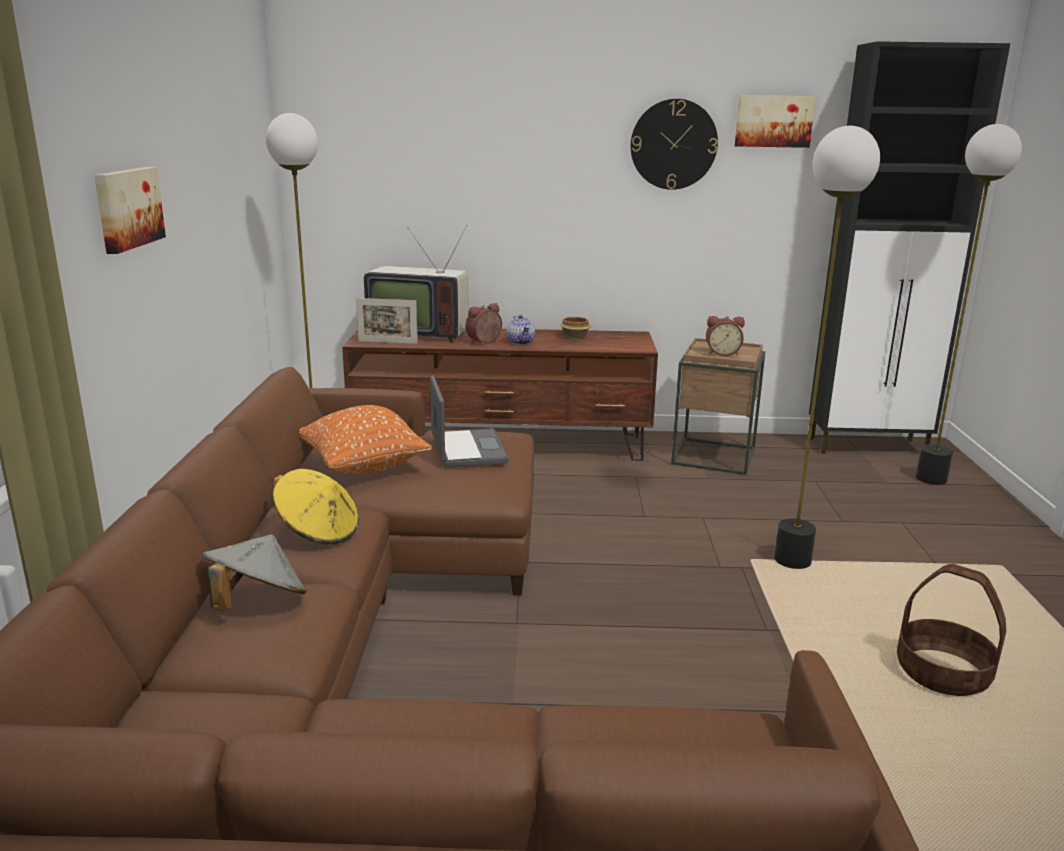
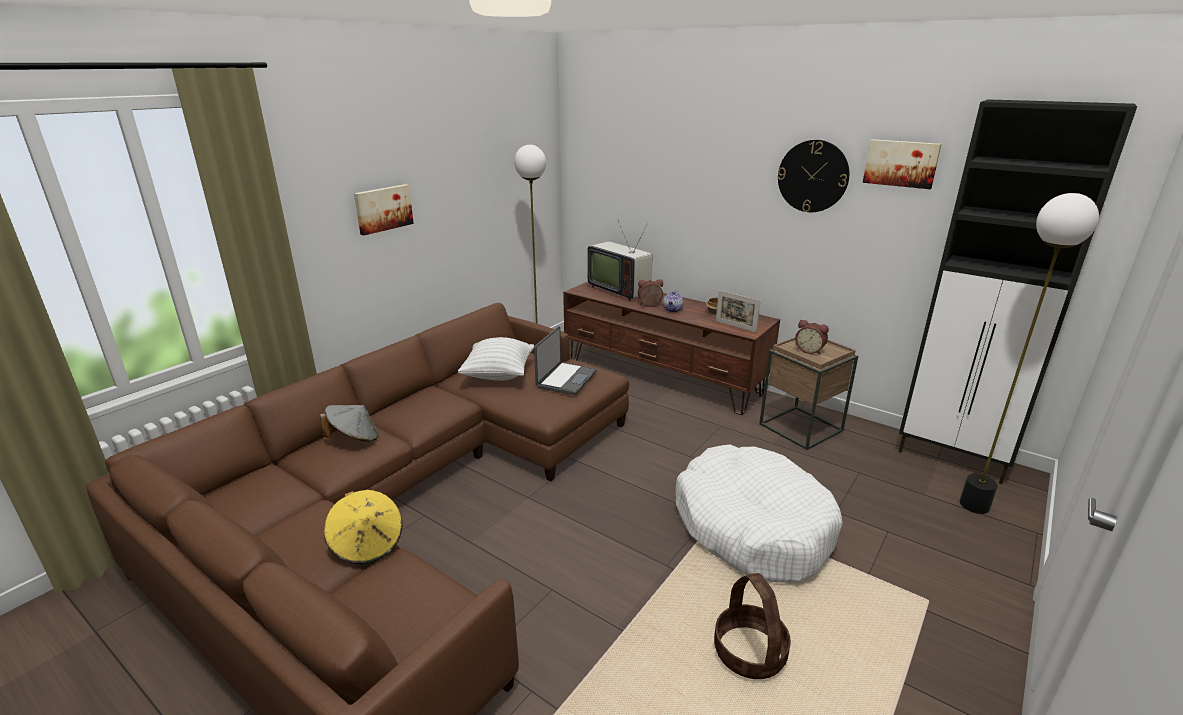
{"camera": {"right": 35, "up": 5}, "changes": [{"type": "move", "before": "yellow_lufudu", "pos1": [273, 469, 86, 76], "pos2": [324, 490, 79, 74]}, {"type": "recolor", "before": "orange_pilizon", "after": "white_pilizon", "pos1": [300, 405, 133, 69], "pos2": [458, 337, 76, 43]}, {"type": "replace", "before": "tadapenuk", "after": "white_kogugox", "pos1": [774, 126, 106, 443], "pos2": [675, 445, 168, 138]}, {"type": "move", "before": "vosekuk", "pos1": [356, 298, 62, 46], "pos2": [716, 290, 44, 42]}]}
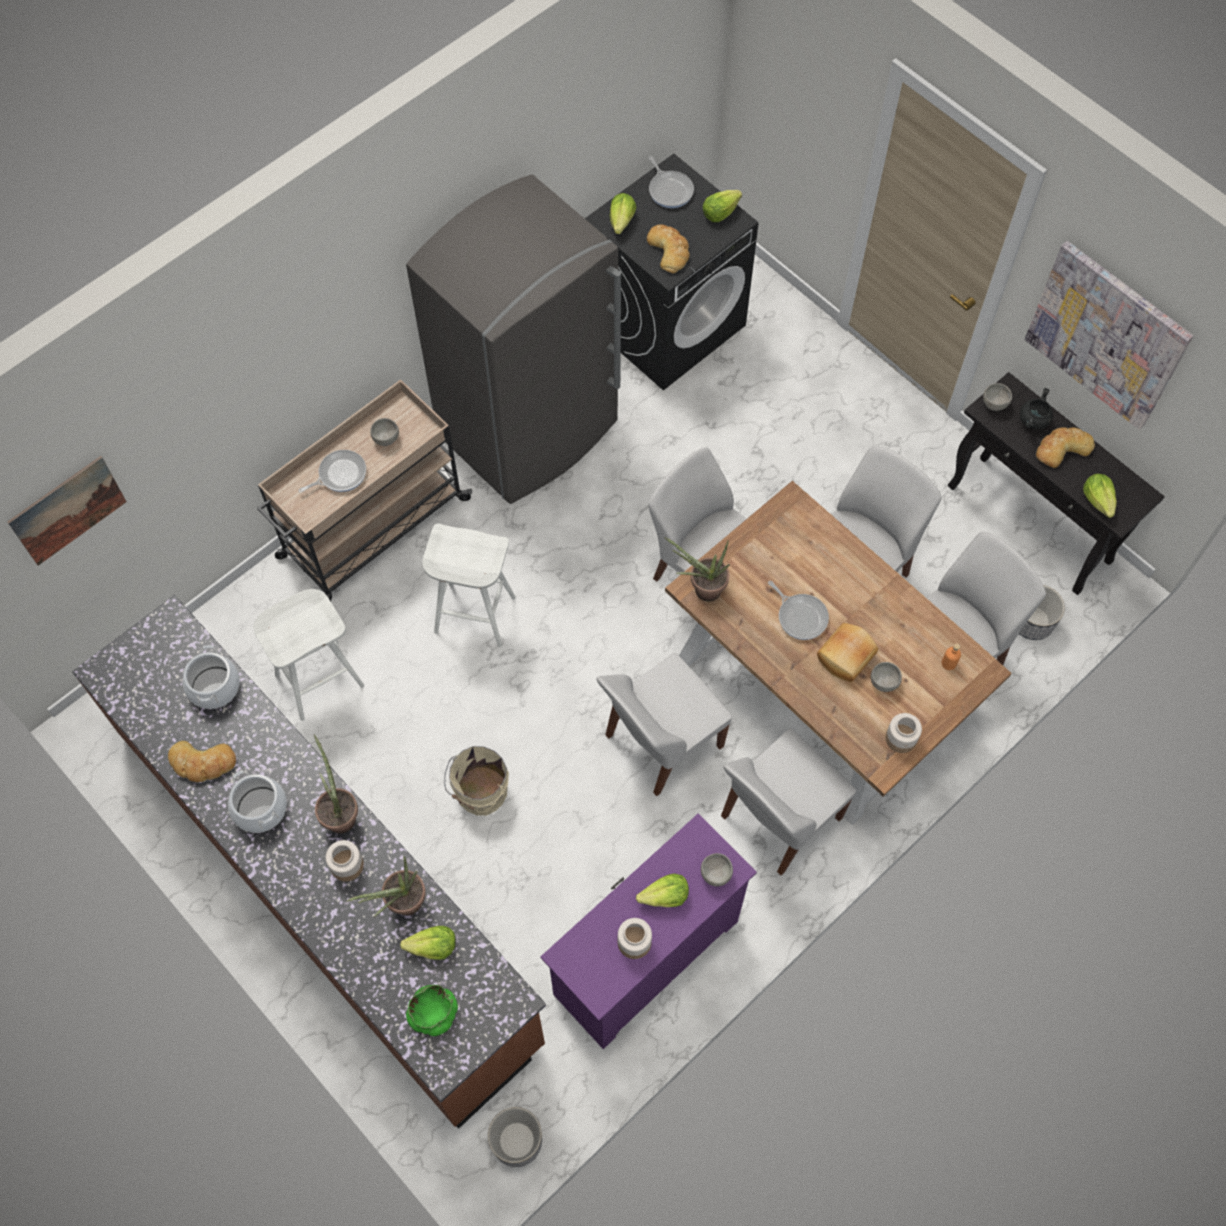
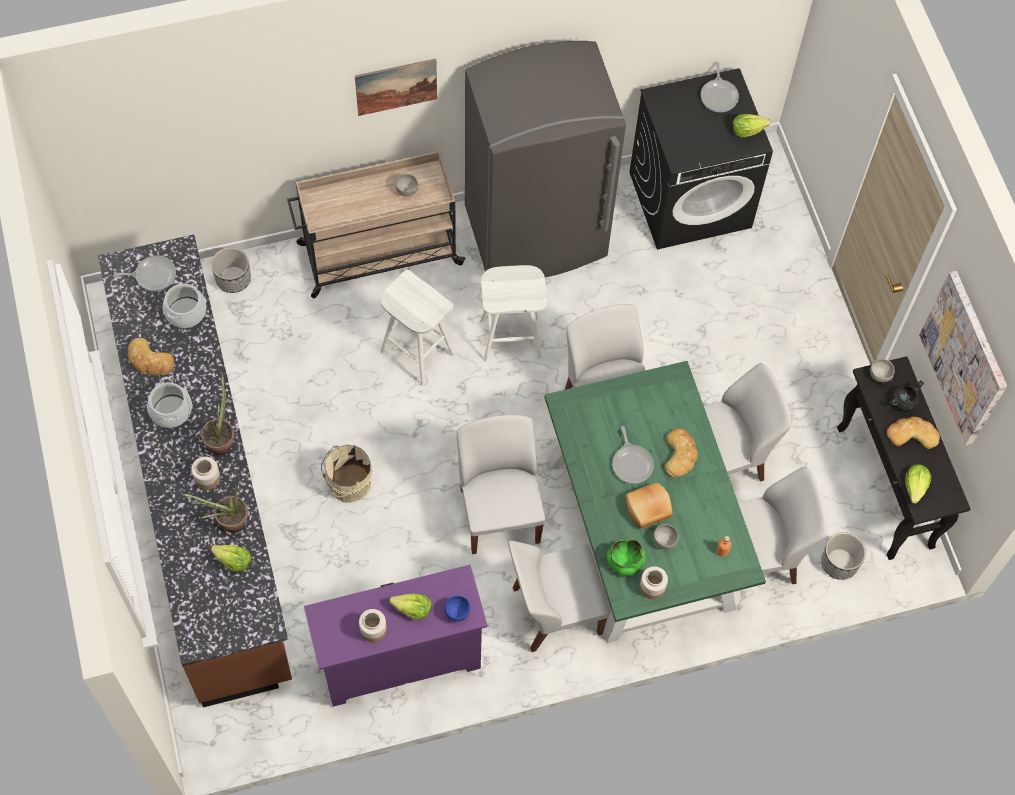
{"camera": {"right": 25, "up": 0}, "changes": [{"type": "move", "before": "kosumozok", "pos1": [299, 450, 67, 42], "pos2": [114, 255, 62, 37]}, {"type": "move", "before": "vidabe", "pos1": [488, 1107, 54, 60], "pos2": [211, 247, 40, 46]}, {"type": "move", "before": "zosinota", "pos1": [8, 456, 119, 109], "pos2": [355, 59, 82, 57]}, {"type": "recolor", "before": "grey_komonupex", "after": "blue_komonupex", "pos1": [701, 853, 32, 33], "pos2": [445, 596, 25, 26]}, {"type": "rotate", "before": "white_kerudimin", "pos1": [596, 653, 136, 143], "pos2": [456, 415, 89, 139], "turn": 90}, {"type": "move", "before": "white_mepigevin", "pos1": [254, 589, 110, 132], "pos2": [480, 265, 67, 97]}, {"type": "recolor", "before": "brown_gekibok", "after": "green_gekibok", "pos1": [665, 481, 347, 344], "pos2": [545, 361, 221, 282]}, {"type": "move", "before": "green_komonupex", "pos1": [406, 985, 52, 51], "pos2": [606, 539, 40, 37]}, {"type": "move", "before": "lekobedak", "pos1": [647, 224, 43, 49], "pos2": [664, 428, 34, 49]}, {"type": "delete", "before": "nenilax", "pos1": [610, 193, 26, 41]}, {"type": "delete", "before": "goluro", "pos1": [665, 538, 65, 64]}]}
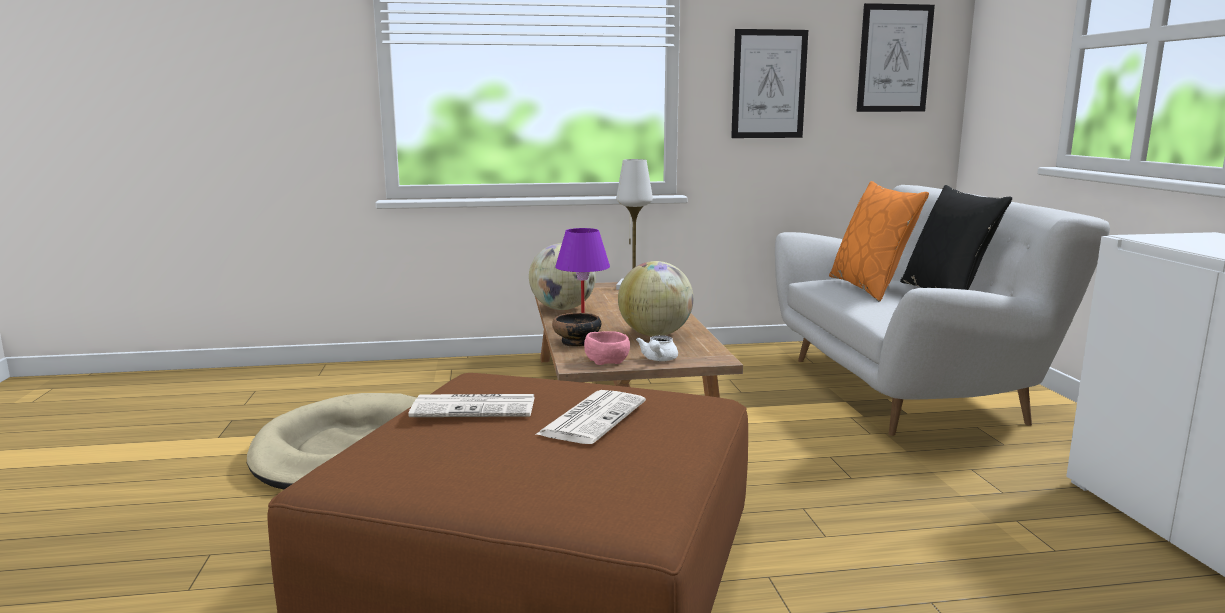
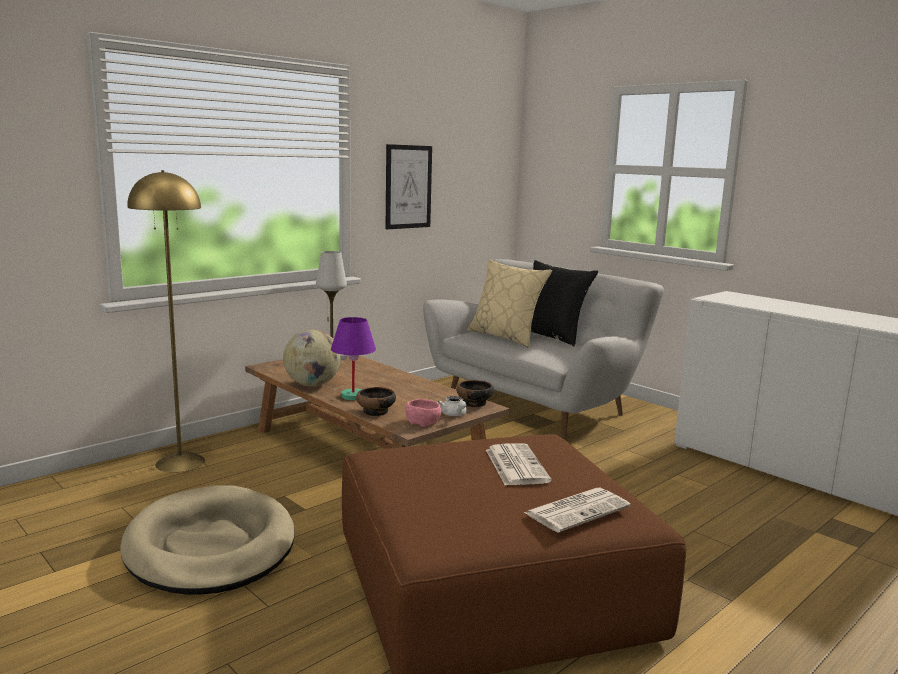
{"camera": {"right": -35, "up": 0}, "changes": [{"type": "insert", "after": "yellow_tadapenuk", "pos2": [127, 170, 78, 302]}, {"type": "insert", "after": "komonupex", "pos2": [456, 380, 38, 27]}, {"type": "recolor", "before": "orange_pilizon", "after": "beige_pilizon", "pos1": [829, 181, 100, 121], "pos2": [467, 259, 85, 88]}, {"type": "move", "before": "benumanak", "pos1": [408, 394, 127, 23], "pos2": [524, 488, 107, 45]}, {"type": "delete", "before": "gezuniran", "pos1": [618, 261, 76, 75]}, {"type": "delete", "before": "zosinota", "pos1": [857, 3, 78, 109]}]}
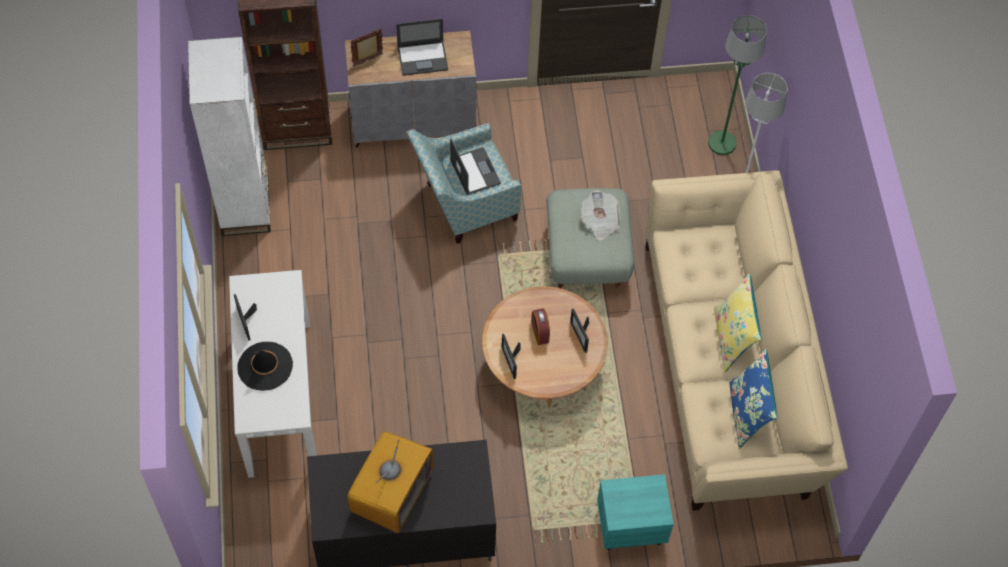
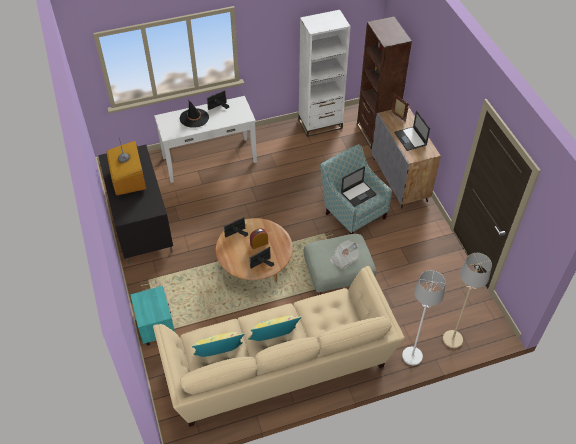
{"camera": {"right": 80, "up": -10}, "changes": [{"type": "rotate", "before": "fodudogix", "pos1": [347, 432, 87, 101], "pos2": [106, 137, 40, 58], "turn": -120}, {"type": "recolor", "before": "blue_pilizon", "after": "yellow_pilizon", "pos1": [729, 349, 49, 100], "pos2": [192, 332, 52, 25]}, {"type": "recolor", "before": "green_tadapenuk", "after": "beige_tadapenuk", "pos1": [708, 15, 59, 140], "pos2": [443, 253, 49, 95]}]}
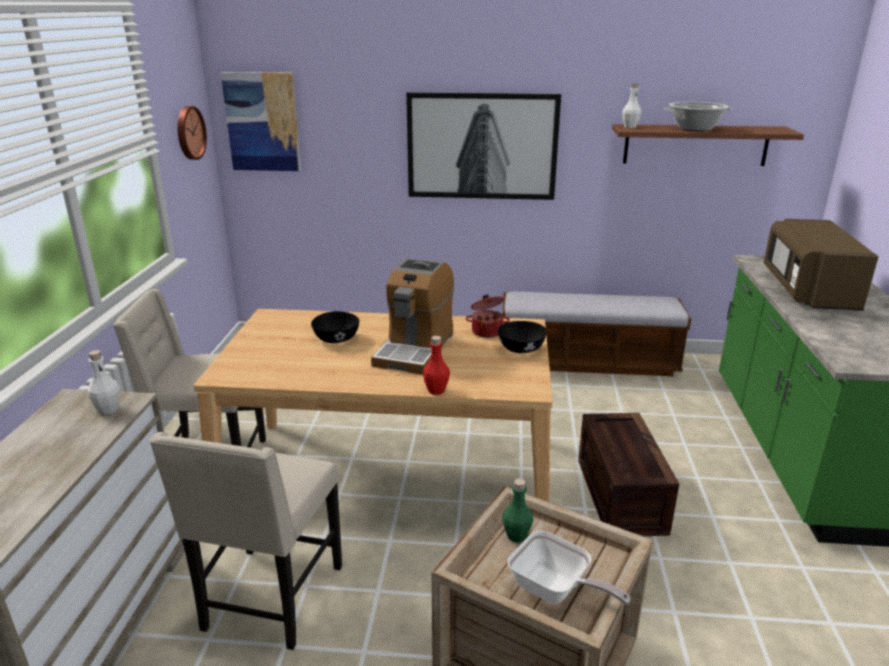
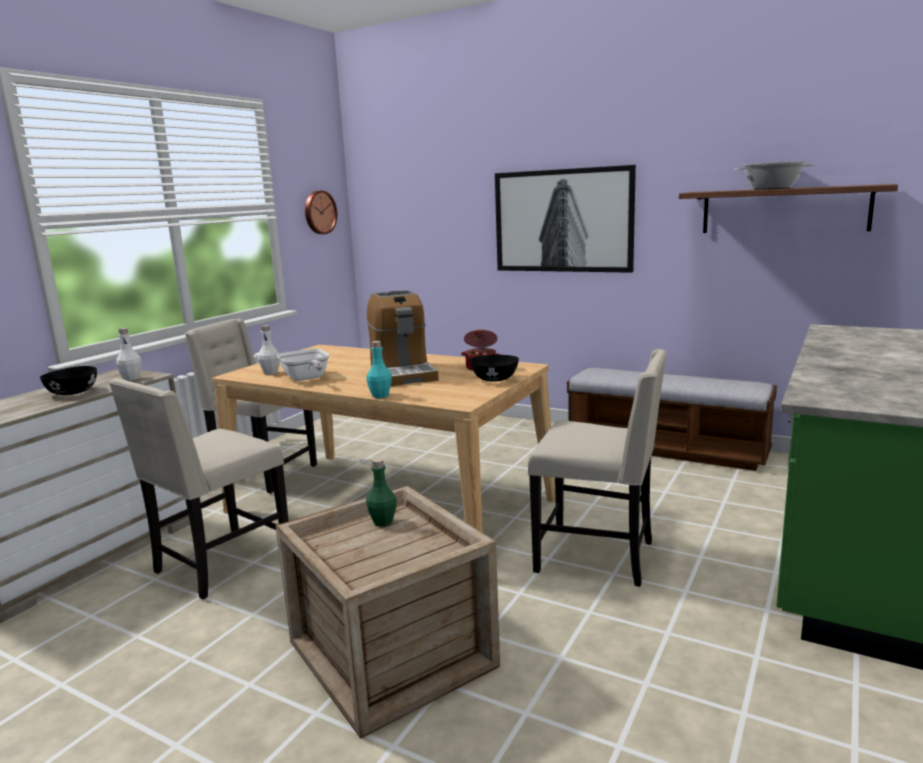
{"camera": {"right": 25, "up": -10}, "changes": [{"type": "move", "before": "black_komonupex", "pos1": [311, 311, 48, 32], "pos2": [40, 366, 57, 29]}, {"type": "move", "before": "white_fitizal", "pos1": [622, 83, 20, 45], "pos2": [258, 325, 22, 50]}, {"type": "move", "before": "kosumozok", "pos1": [508, 531, 123, 74], "pos2": [277, 349, 53, 32]}, {"type": "recolor", "before": "red_fitizal", "after": "turquoise_fitizal", "pos1": [423, 336, 27, 59], "pos2": [366, 341, 26, 57]}, {"type": "rotate", "before": "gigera", "pos1": [371, 258, 83, 117], "pos2": [367, 290, 72, 96], "turn": -60}, {"type": "replace", "before": "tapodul", "after": "beige_kerudimin", "pos1": [578, 413, 101, 123], "pos2": [528, 349, 139, 238]}, {"type": "delete", "before": "zosinota", "pos1": [221, 72, 80, 99]}, {"type": "delete", "before": "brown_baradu", "pos1": [764, 219, 115, 92]}]}
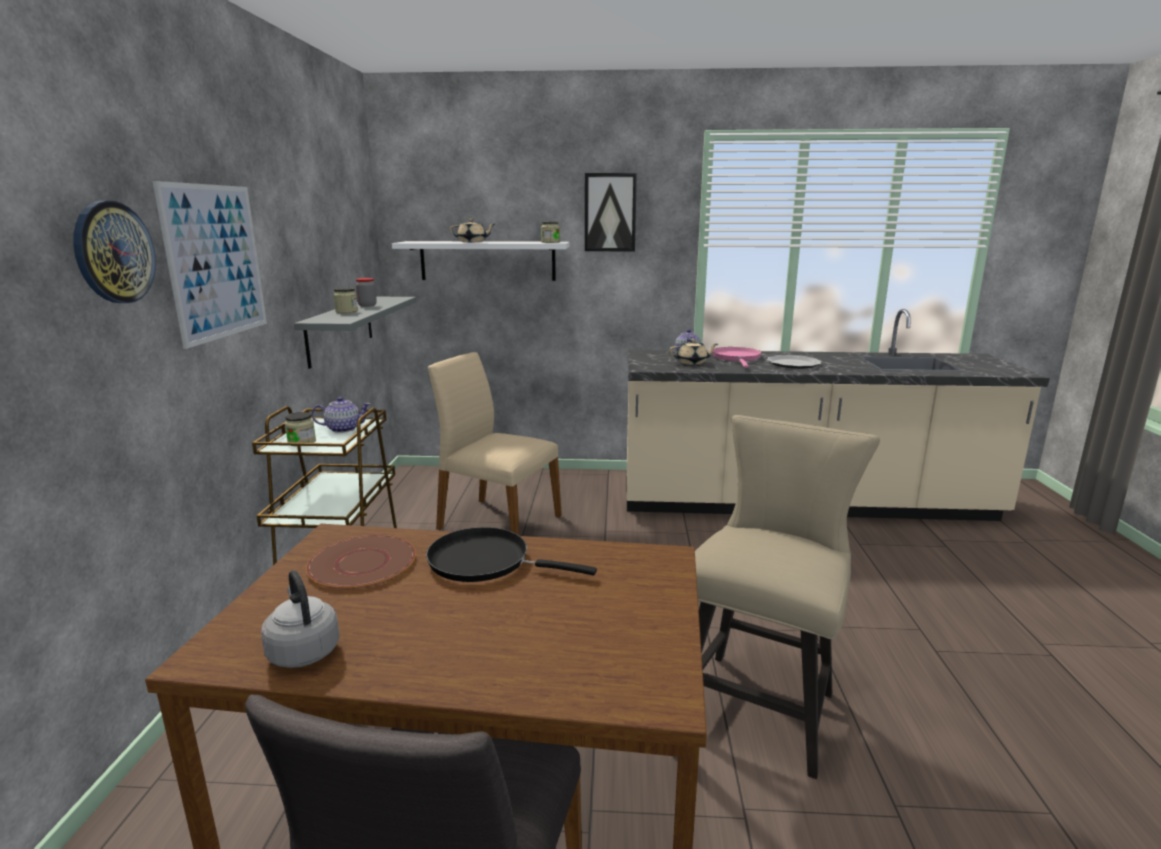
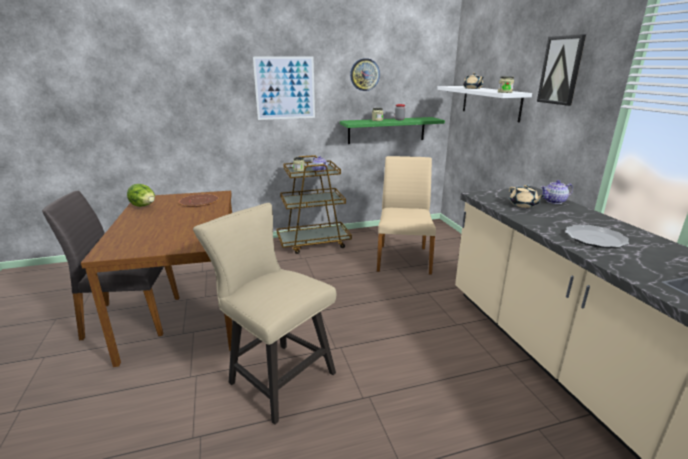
{"camera": {"right": 70, "up": 5}, "changes": [{"type": "replace", "before": "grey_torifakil", "after": "nenilax", "pos1": [261, 570, 79, 98], "pos2": [127, 184, 28, 23]}, {"type": "rotate", "before": "beige_kerudimin", "pos1": [695, 415, 185, 364], "pos2": [193, 203, 143, 222], "turn": -150}, {"type": "recolor", "before": "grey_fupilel", "after": "green_fupilel", "pos1": [294, 297, 122, 72], "pos2": [340, 117, 105, 27]}, {"type": "move", "before": "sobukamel", "pos1": [73, 201, 83, 102], "pos2": [350, 58, 30, 33]}, {"type": "delete", "before": "black_kosumozok", "pos1": [426, 527, 171, 55]}, {"type": "delete", "before": "pink_kosumozok", "pos1": [712, 347, 50, 21]}]}
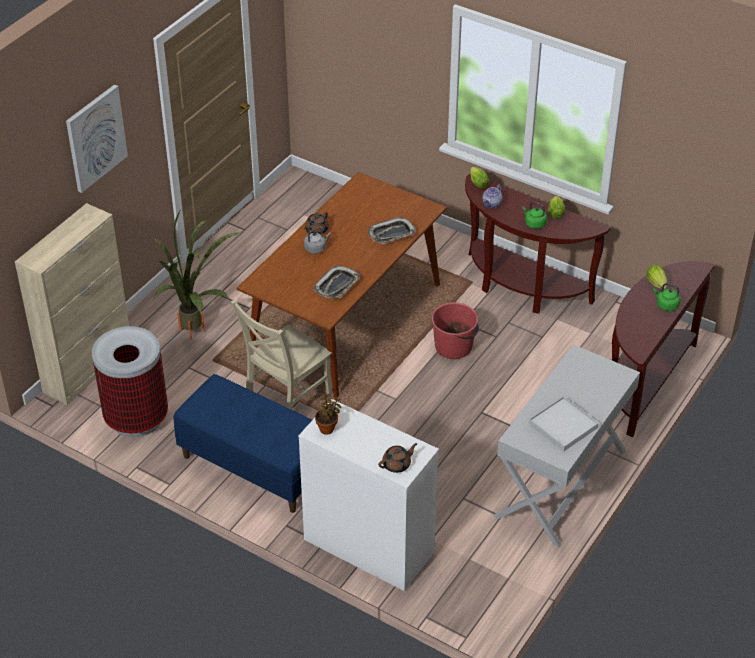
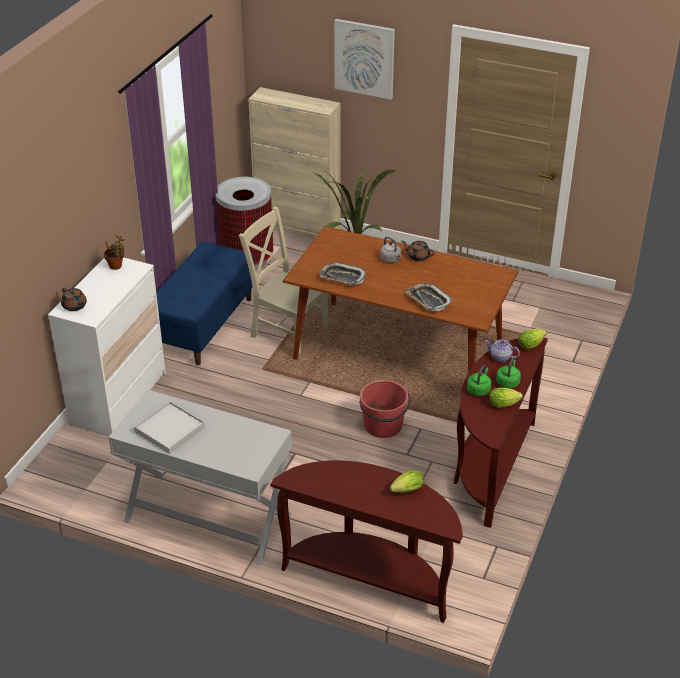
{"camera": {"right": 80, "up": -5}, "changes": [{"type": "move", "before": "green_torifakil", "pos1": [653, 283, 28, 28], "pos2": [496, 358, 25, 30]}]}
